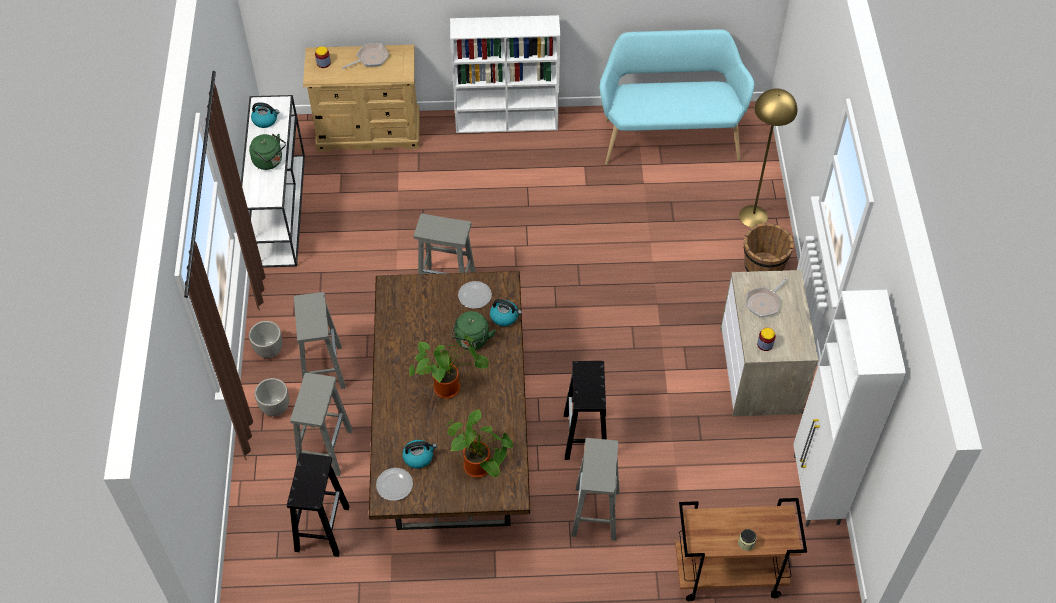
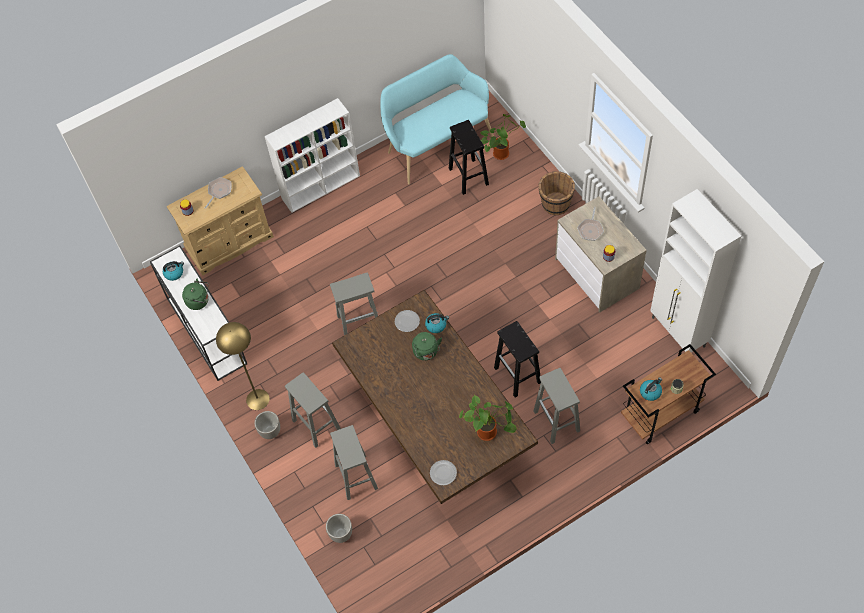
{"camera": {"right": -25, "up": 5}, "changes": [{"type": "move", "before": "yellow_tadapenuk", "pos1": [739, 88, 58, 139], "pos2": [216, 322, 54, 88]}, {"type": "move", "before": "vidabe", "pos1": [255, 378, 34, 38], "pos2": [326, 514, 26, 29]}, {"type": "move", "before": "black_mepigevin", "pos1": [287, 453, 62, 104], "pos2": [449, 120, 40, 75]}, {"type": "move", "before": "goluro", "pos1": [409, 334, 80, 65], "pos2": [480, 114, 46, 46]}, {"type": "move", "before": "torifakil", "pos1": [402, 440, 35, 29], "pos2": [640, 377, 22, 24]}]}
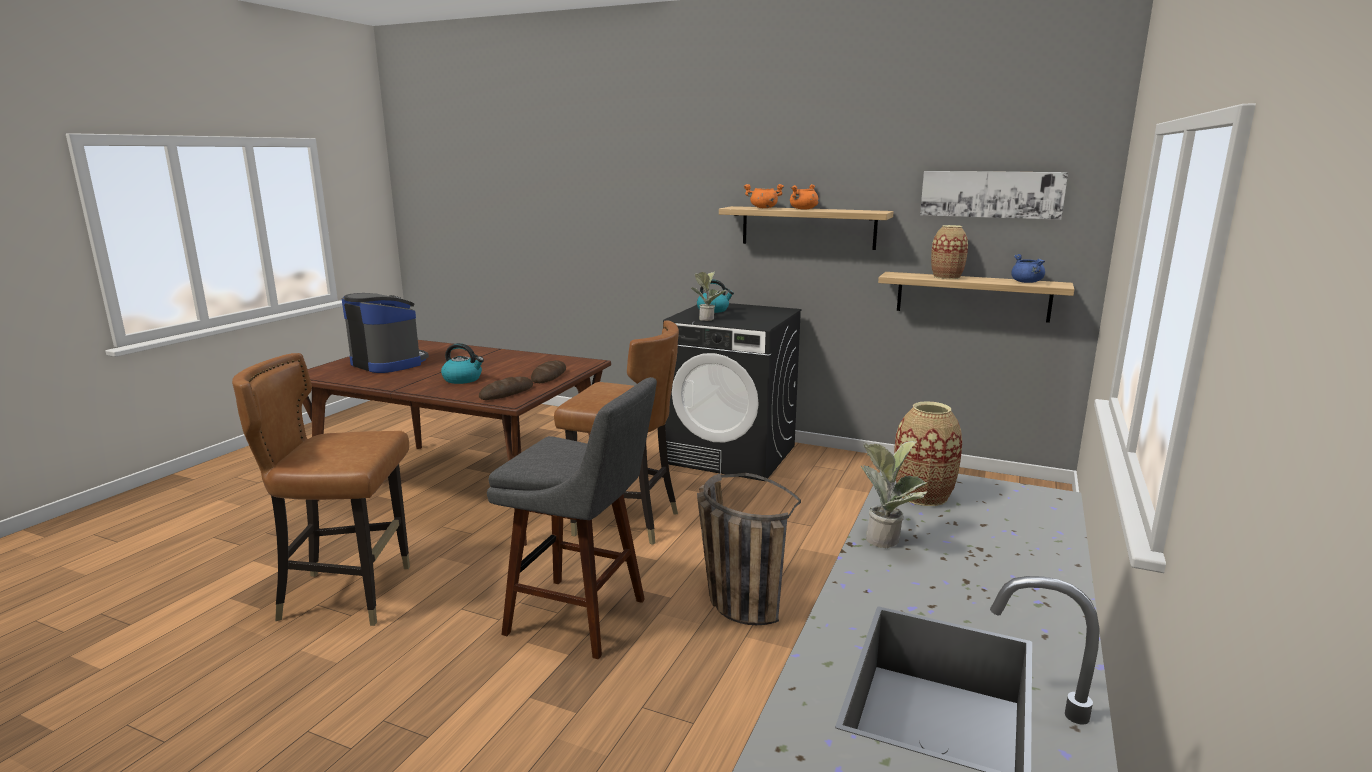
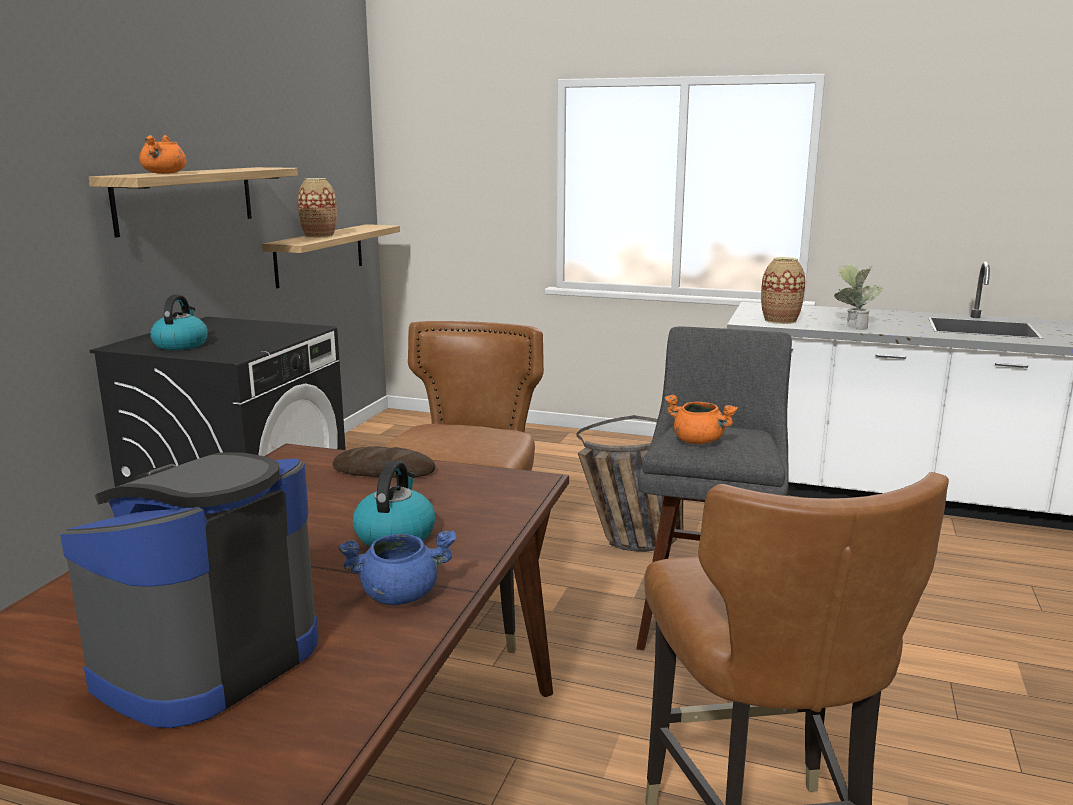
{"camera": {"right": -95, "up": 0}, "changes": [{"type": "move", "before": "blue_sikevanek", "pos1": [1011, 254, 34, 29], "pos2": [339, 530, 117, 75]}, {"type": "move", "before": "orange_sikevanek", "pos1": [790, 184, 29, 26], "pos2": [665, 395, 73, 49]}, {"type": "delete", "before": "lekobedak", "pos1": [479, 377, 54, 23]}, {"type": "delete", "before": "goluro", "pos1": [691, 271, 35, 50]}, {"type": "delete", "before": "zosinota", "pos1": [920, 171, 148, 49]}]}
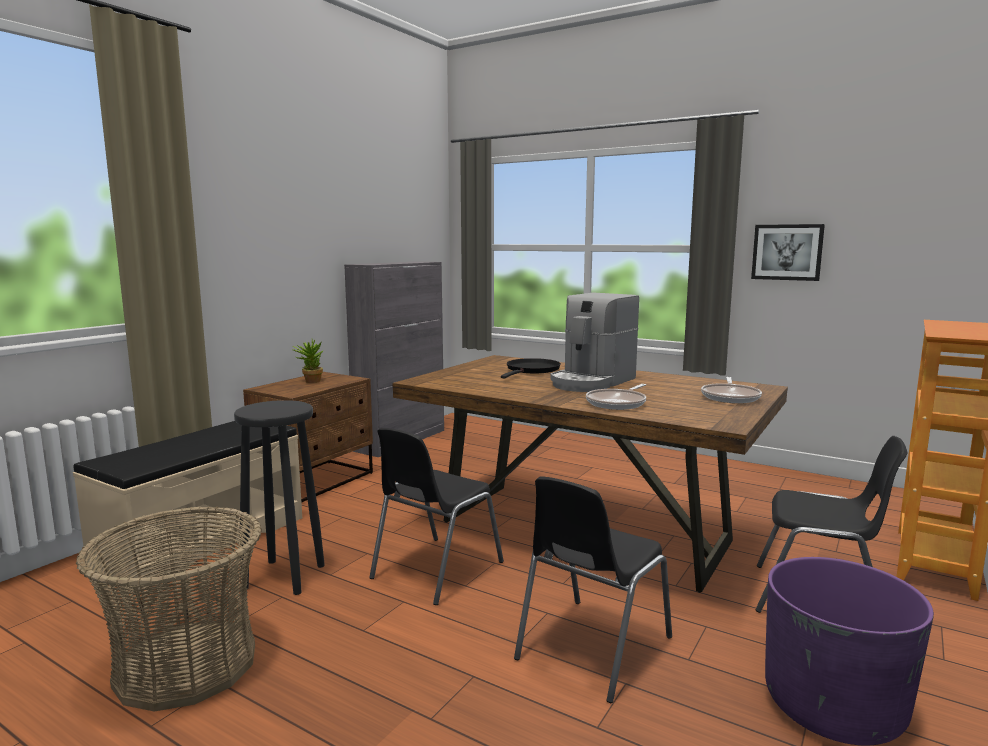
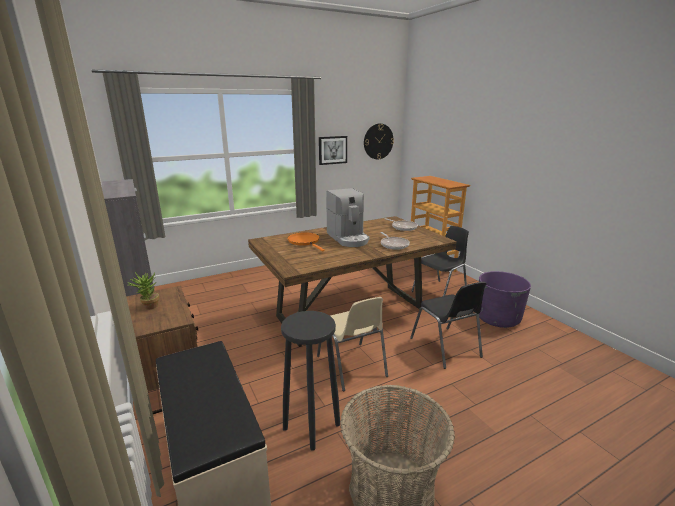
{"camera": {"right": -60, "up": 10}, "changes": [{"type": "recolor", "before": "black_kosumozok", "after": "orange_kosumozok", "pos1": [501, 358, 60, 21], "pos2": [287, 232, 38, 20]}, {"type": "recolor", "before": "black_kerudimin", "after": "beige_kerudimin", "pos1": [369, 428, 135, 177], "pos2": [317, 297, 71, 94]}, {"type": "insert", "after": "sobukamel", "pos2": [364, 124, 30, 35]}]}
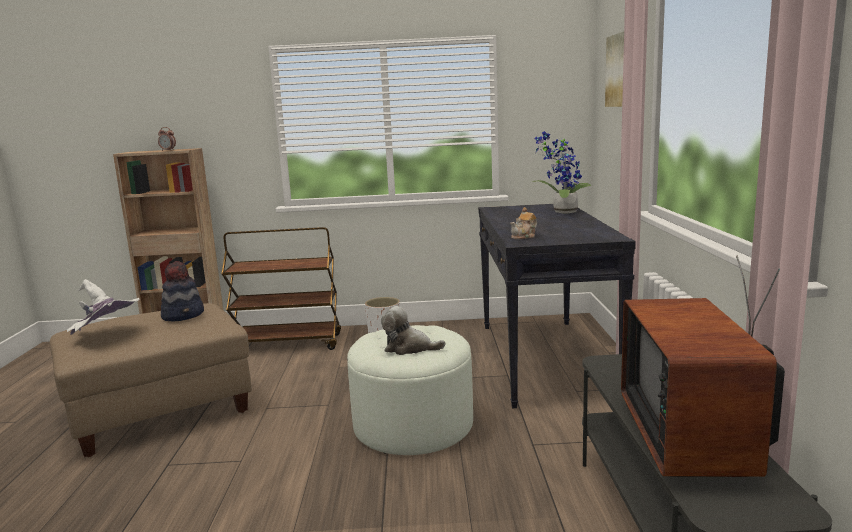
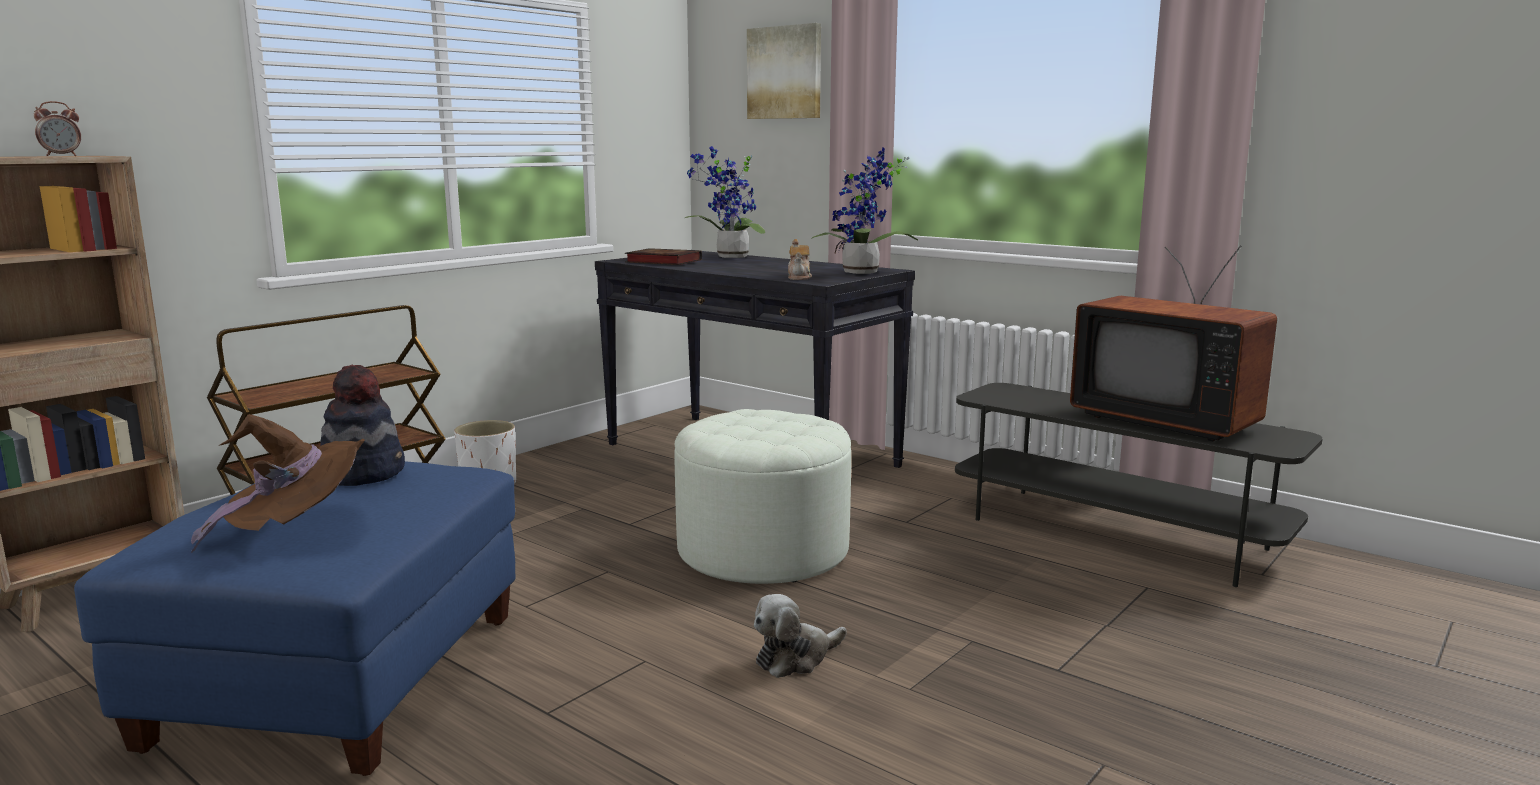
{"camera": {"right": -50, "up": 0}, "changes": [{"type": "recolor", "before": "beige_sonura", "after": "blue_sonura", "pos1": [49, 303, 203, 154], "pos2": [74, 461, 441, 315]}, {"type": "recolor", "before": "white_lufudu", "after": "brown_lufudu", "pos1": [67, 279, 72, 56], "pos2": [191, 414, 174, 139]}, {"type": "insert", "after": "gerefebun", "pos2": [625, 248, 77, 17]}, {"type": "move", "before": "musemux", "pos1": [381, 306, 64, 49], "pos2": [754, 594, 93, 84]}, {"type": "insert", "after": "goluro", "pos2": [811, 147, 107, 127]}]}
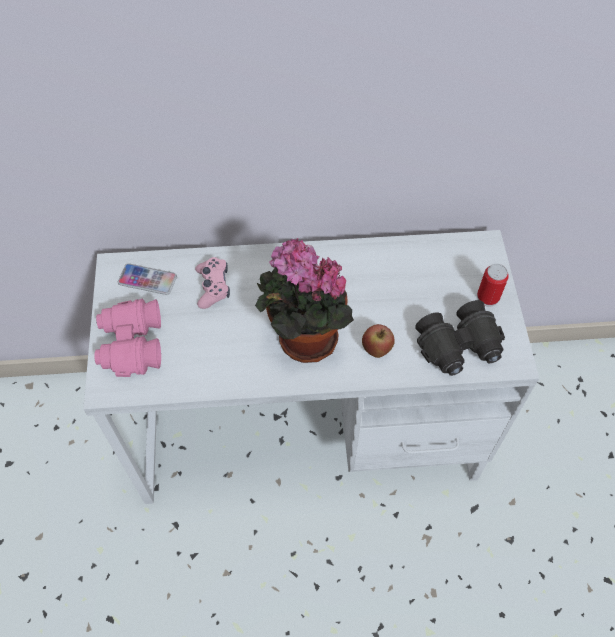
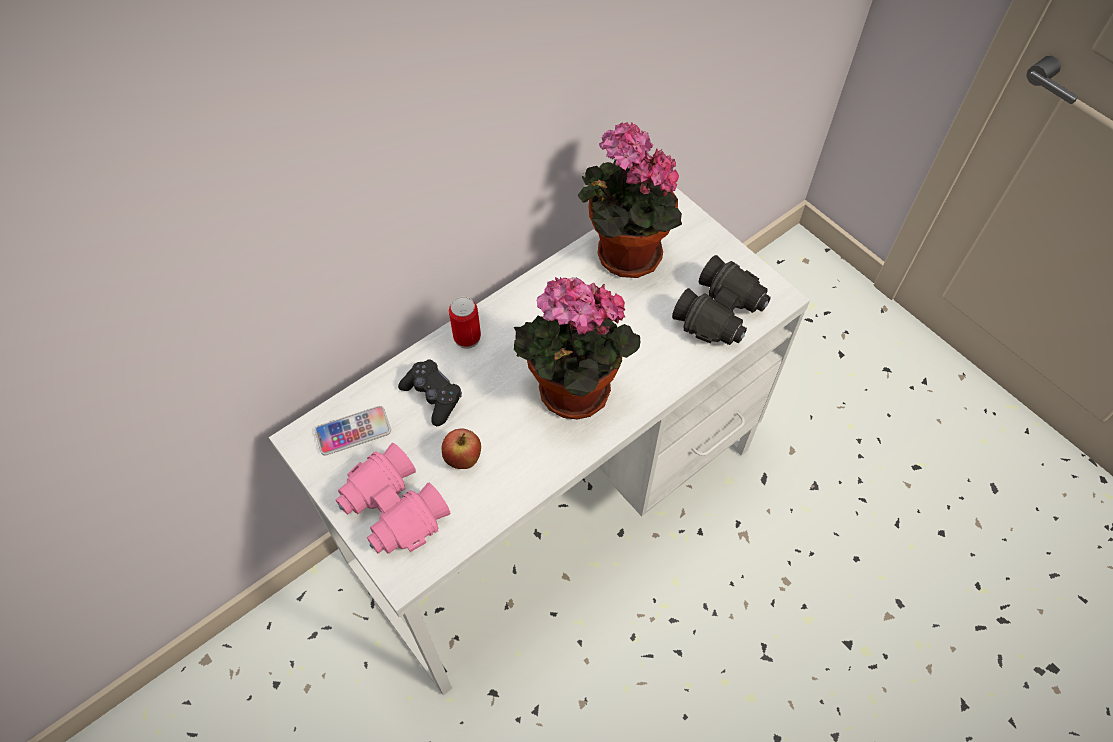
{"camera": {"right": -35, "up": 0}, "changes": [{"type": "recolor", "before": "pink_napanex", "after": "black_napanex", "pos1": [195, 257, 35, 52], "pos2": [398, 359, 64, 67]}, {"type": "move", "before": "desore", "pos1": [362, 324, 33, 34], "pos2": [442, 429, 39, 40]}, {"type": "move", "before": "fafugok", "pos1": [477, 264, 32, 43], "pos2": [449, 297, 32, 52]}, {"type": "insert", "after": "goluro", "pos2": [577, 122, 105, 156]}]}
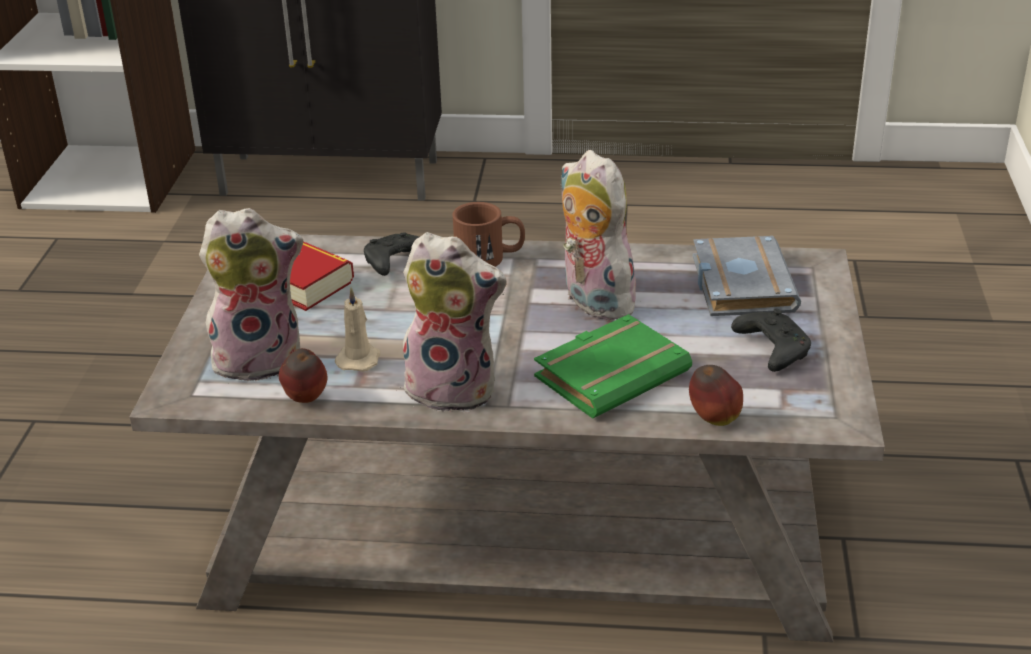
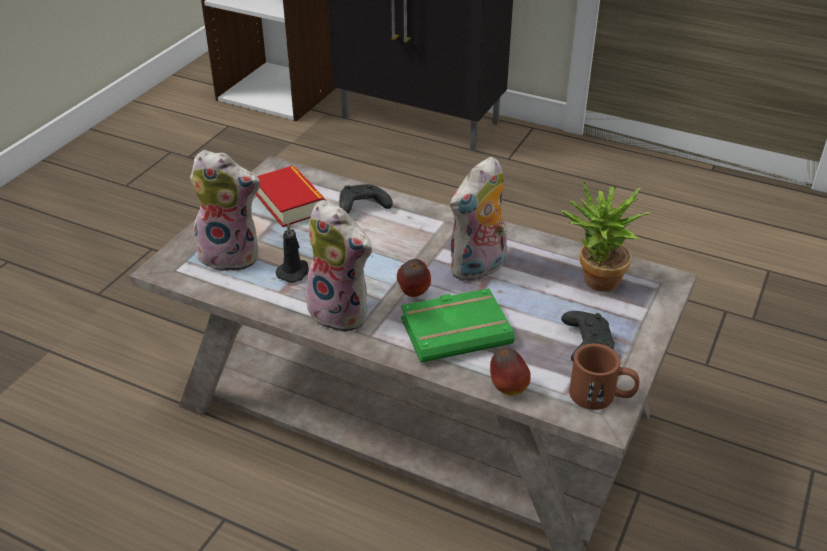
{"camera": {"right": 20, "up": 5}, "changes": [{"type": "recolor", "before": "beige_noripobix", "after": "black_noripobix", "pos1": [335, 287, 45, 85], "pos2": [275, 222, 34, 61]}, {"type": "move", "before": "desore", "pos1": [279, 348, 48, 55], "pos2": [397, 259, 34, 38]}, {"type": "rotate", "before": "musemux", "pos1": [561, 150, 75, 170], "pos2": [450, 156, 57, 127], "turn": -120}, {"type": "replace", "before": "grey_gerefebun", "after": "goluro", "pos1": [693, 236, 108, 80], "pos2": [561, 181, 90, 110]}, {"type": "move", "before": "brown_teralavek", "pos1": [452, 202, 73, 65], "pos2": [569, 344, 70, 66]}]}
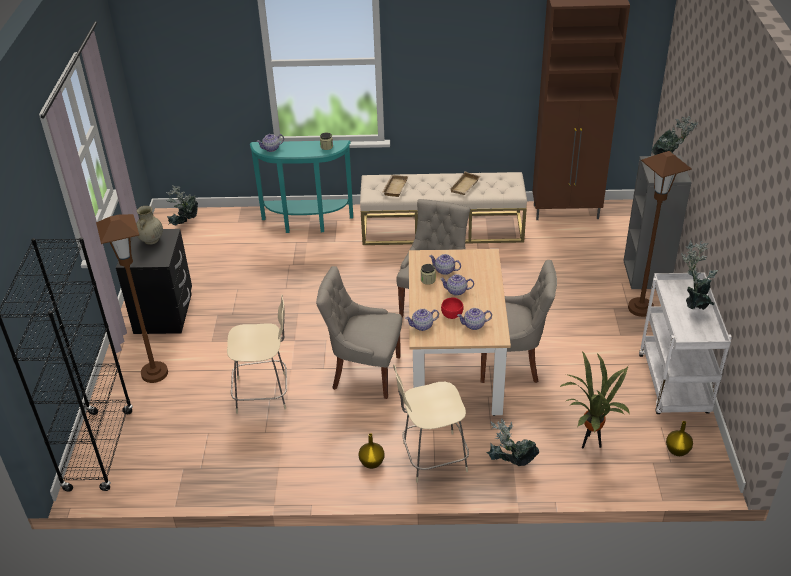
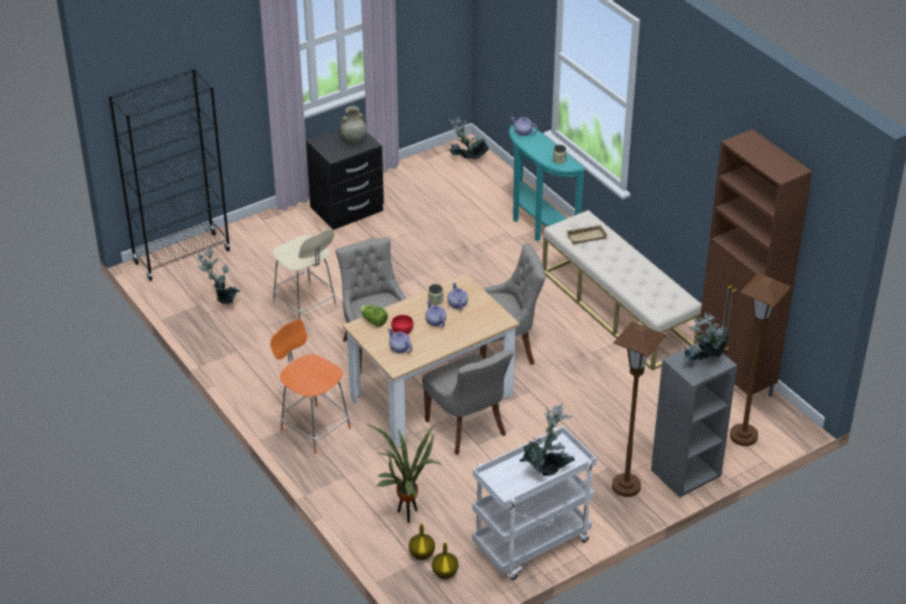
{"camera": {"right": 55, "up": 0}, "changes": [{"type": "move", "before": "goluro", "pos1": [487, 419, 52, 47], "pos2": [197, 248, 43, 56]}, {"type": "recolor", "before": "beige_mepigevin", "after": "orange_mepigevin", "pos1": [393, 365, 76, 118], "pos2": [270, 319, 81, 135]}, {"type": "replace", "before": "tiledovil", "after": "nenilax", "pos1": [405, 309, 34, 22], "pos2": [359, 305, 29, 22]}, {"type": "move", "before": "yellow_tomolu", "pos1": [359, 433, 26, 36], "pos2": [409, 524, 26, 36]}, {"type": "move", "before": "brown_tadapenuk", "pos1": [96, 214, 72, 169], "pos2": [730, 273, 61, 173]}, {"type": "delete", "before": "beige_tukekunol", "pos1": [450, 171, 30, 24]}]}
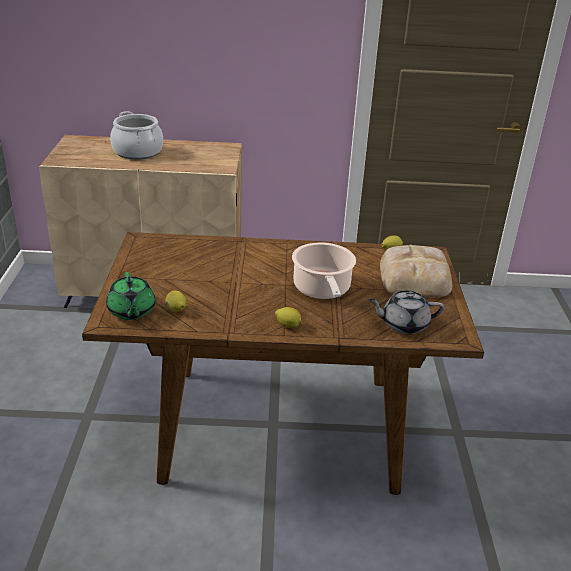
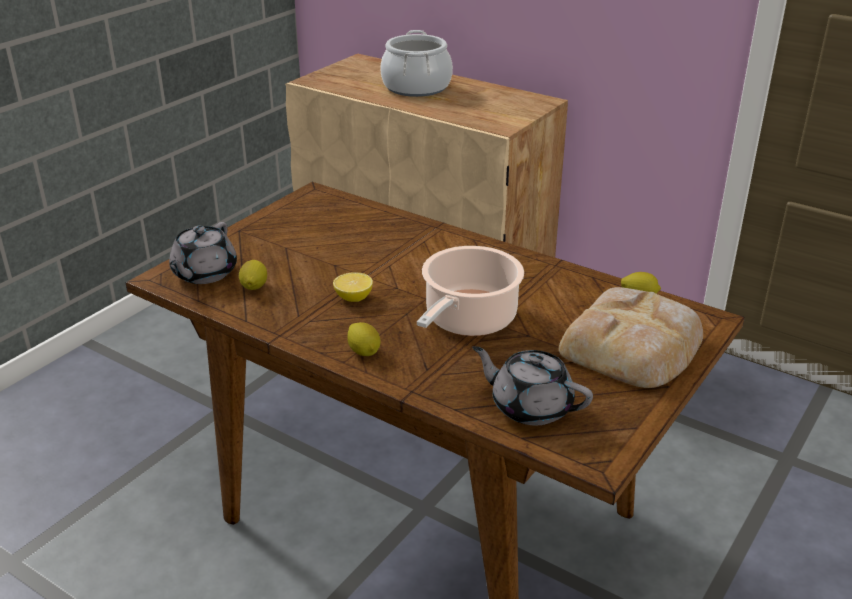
{"camera": {"right": 35, "up": 0}, "changes": [{"type": "recolor", "before": "green_tiledovil", "after": "grey_tiledovil", "pos1": [106, 272, 50, 48], "pos2": [169, 222, 68, 62]}, {"type": "insert", "after": "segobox", "pos2": [333, 272, 40, 30]}]}
